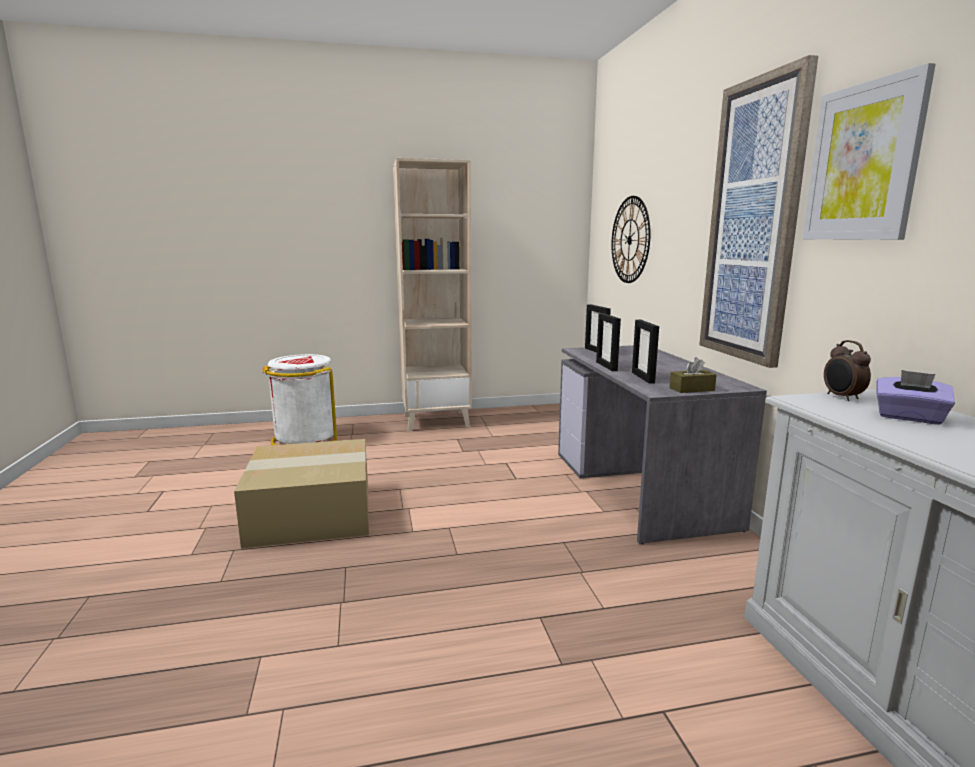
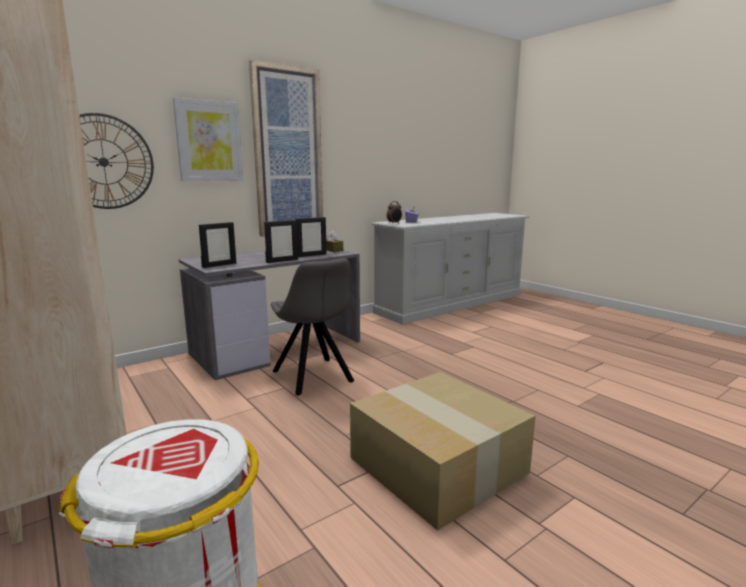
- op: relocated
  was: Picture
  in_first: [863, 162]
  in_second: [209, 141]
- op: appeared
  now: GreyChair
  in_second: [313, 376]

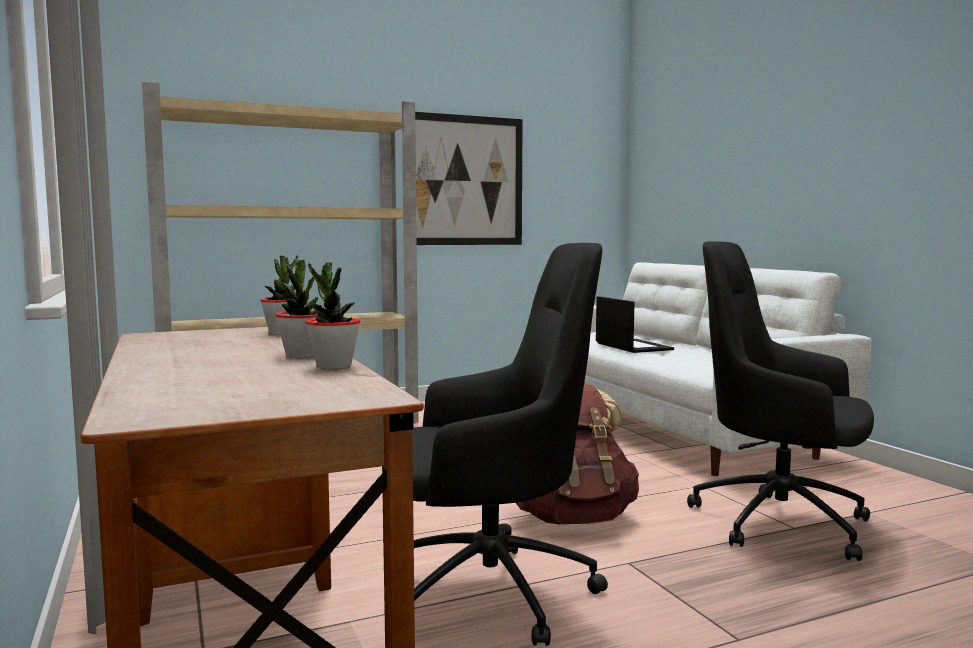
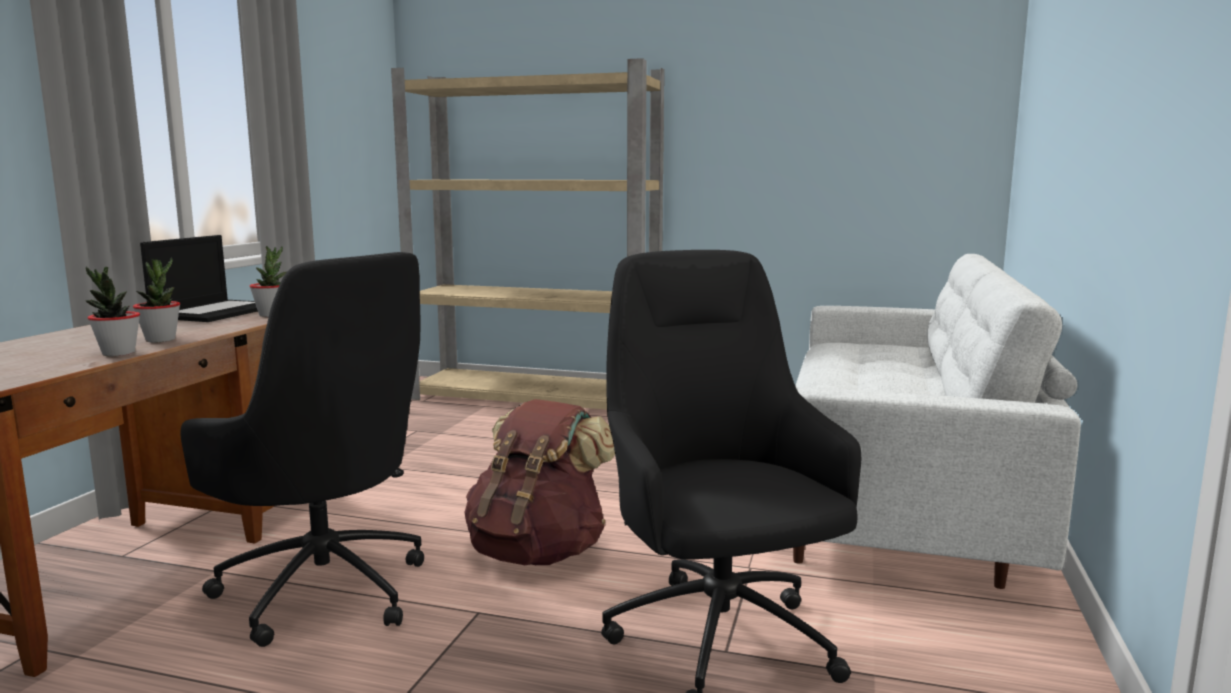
- op: relocated
  was: Laptop
  in_first: [632, 346]
  in_second: [217, 311]
- op: missing
  was: Picture
  in_first: [464, 180]

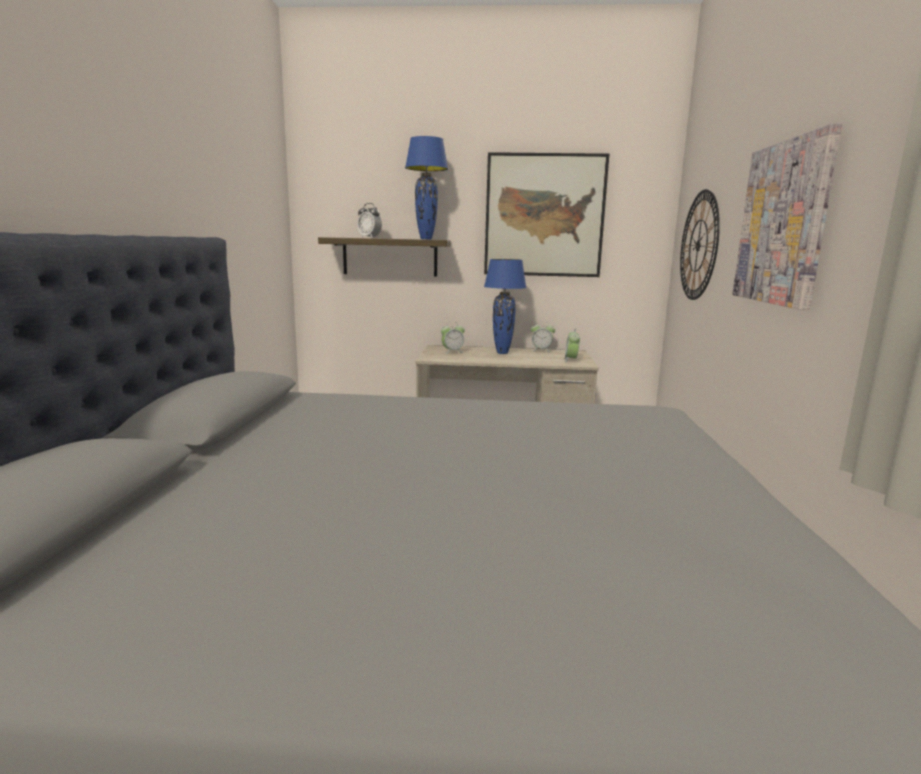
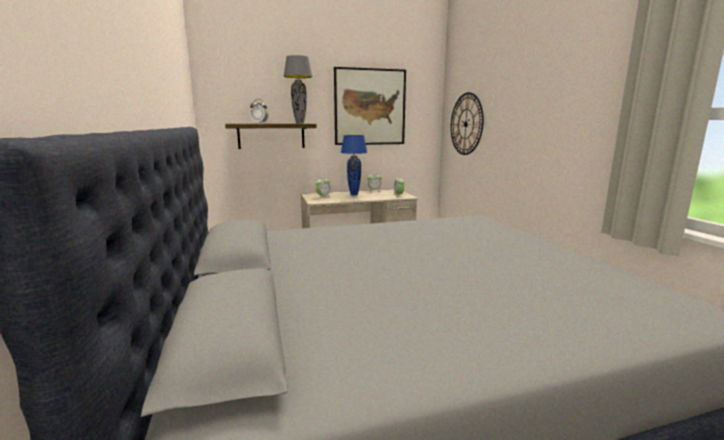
- op: colour
  was: BlueTableLamp
  now: GreyTableLamp
  in_first: [426, 239]
  in_second: [299, 123]
- op: missing
  was: Picture
  in_first: [783, 223]

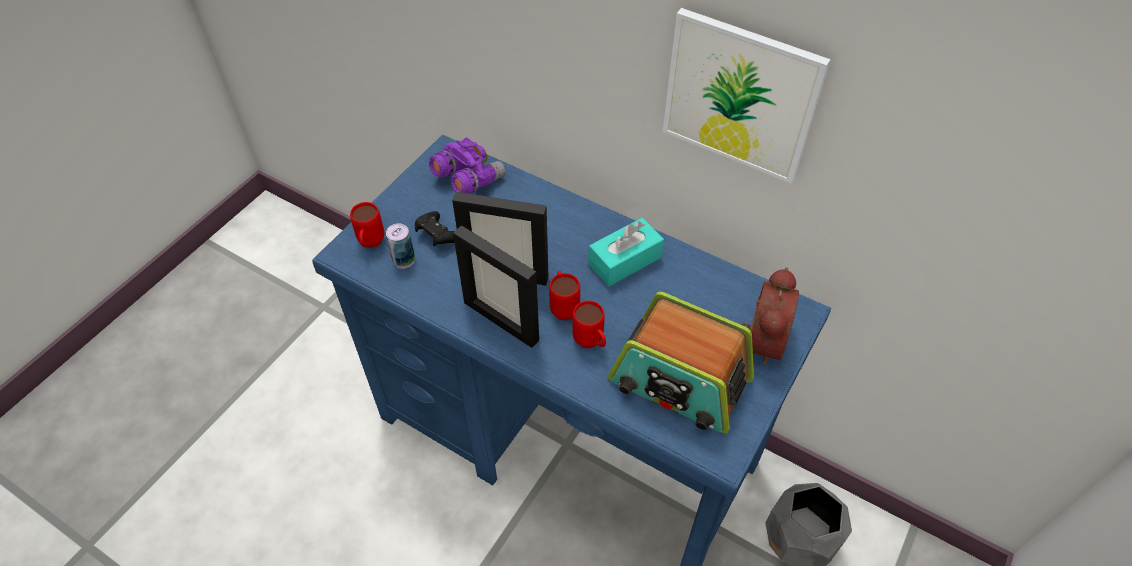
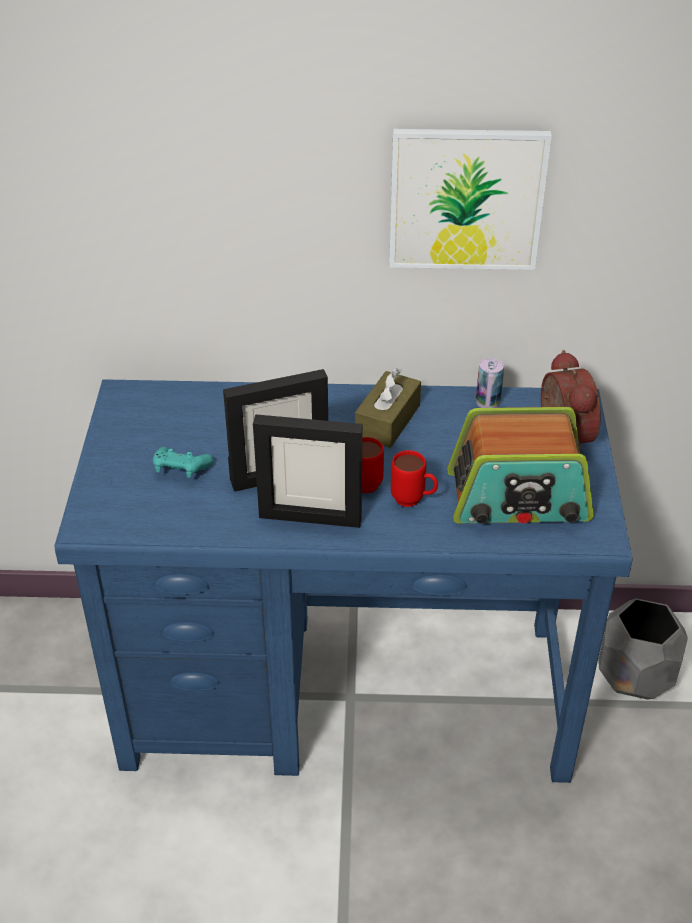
- op: colour
  was: BlackGameController
  now: TurquoiseGameController
  in_first: [439, 236]
  in_second: [181, 470]
- op: colour
  was: TurquoiseTissueBox
  now: BrownTissueBox
  in_first: [624, 261]
  in_second: [387, 421]
- op: relocated
  was: Can
  in_first: [404, 260]
  in_second: [487, 402]
- op: missing
  was: RedMug
  in_first: [370, 245]
- op: missing
  was: PurpleBinoculars
  in_first: [468, 179]

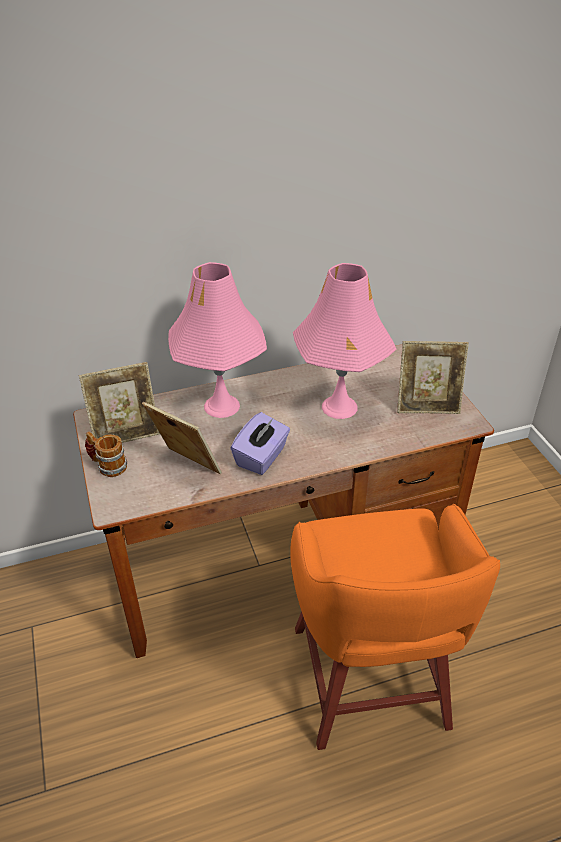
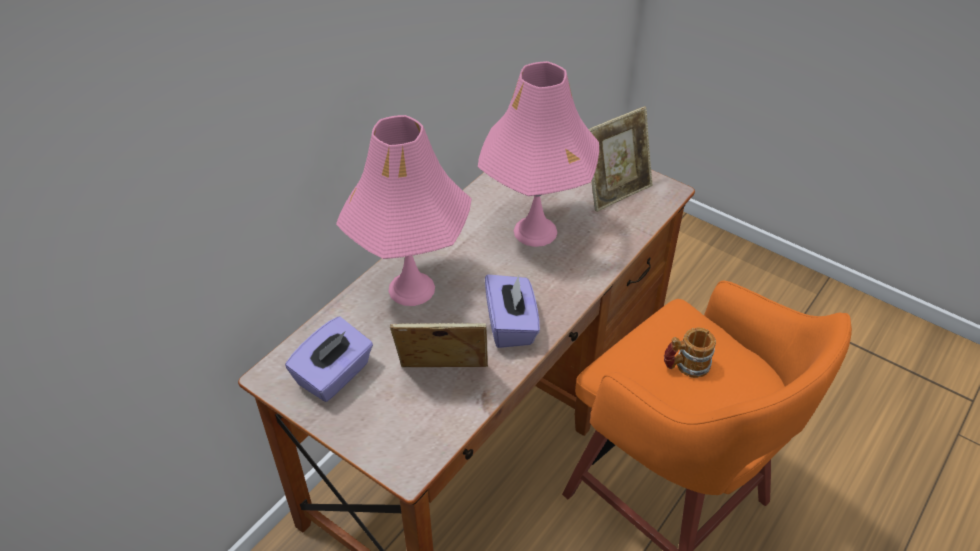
- op: exchanged
  was: PictureFrame
  now: PurpleTissueBox
  in_first: [126, 434]
  in_second: [334, 375]
- op: relocated
  was: Mug
  in_first: [107, 465]
  in_second: [685, 366]

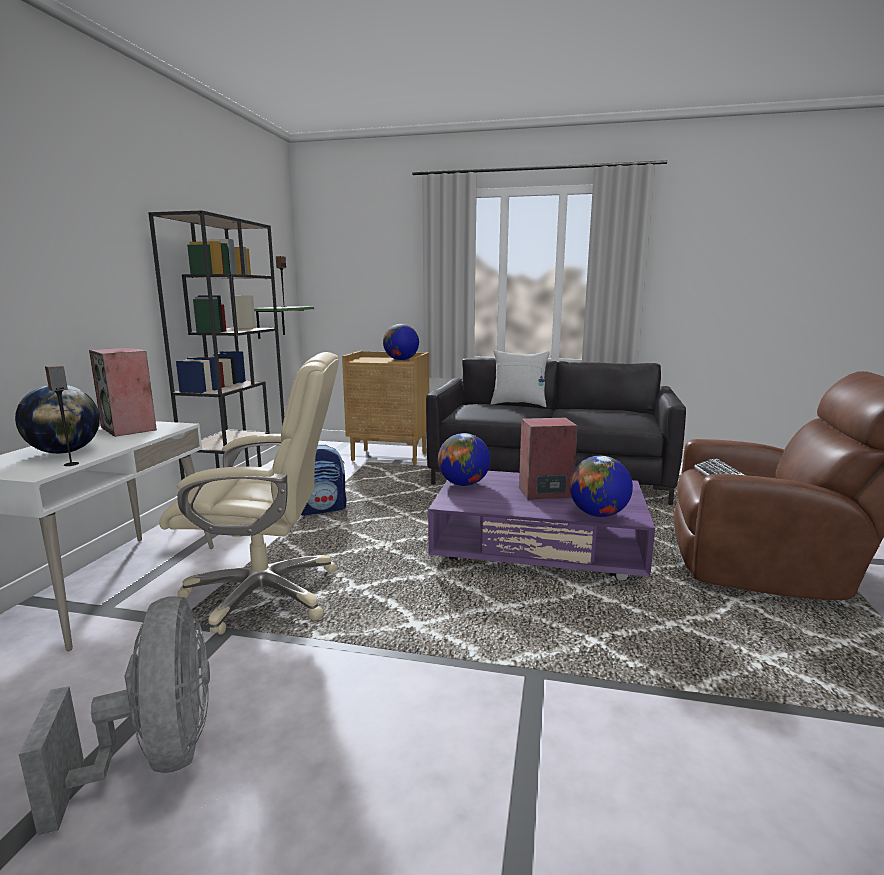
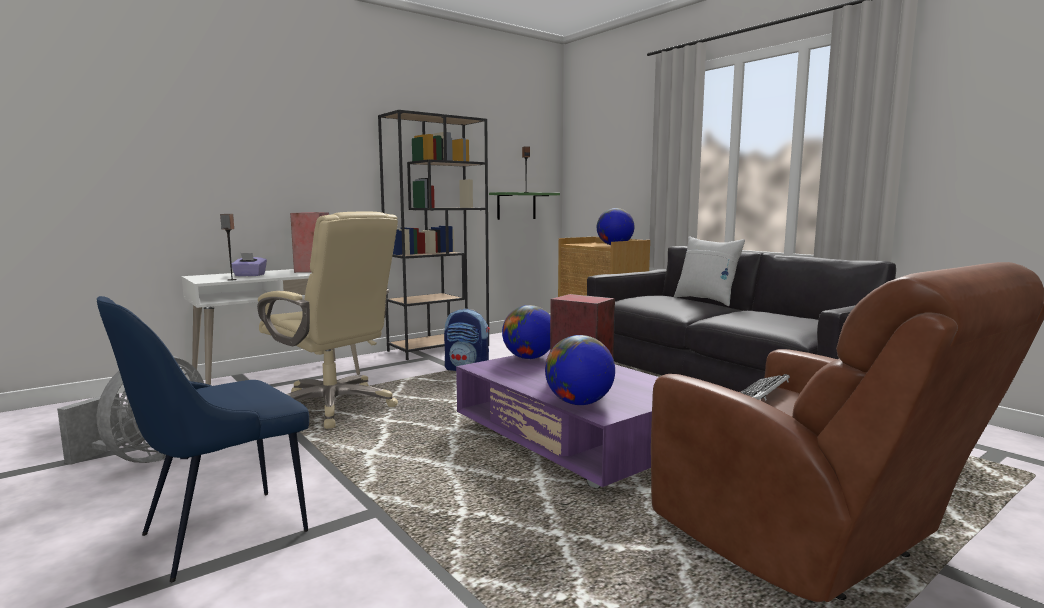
- op: appeared
  now: BlueChair
  in_second: [224, 533]
- op: exchanged
  was: Globe
  now: PurpleTissueBox
  in_first: [64, 452]
  in_second: [249, 275]

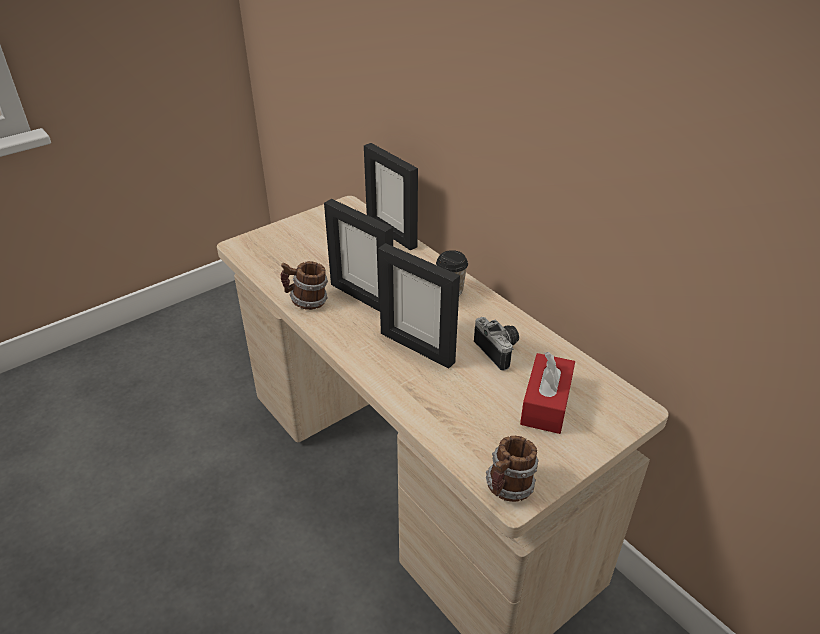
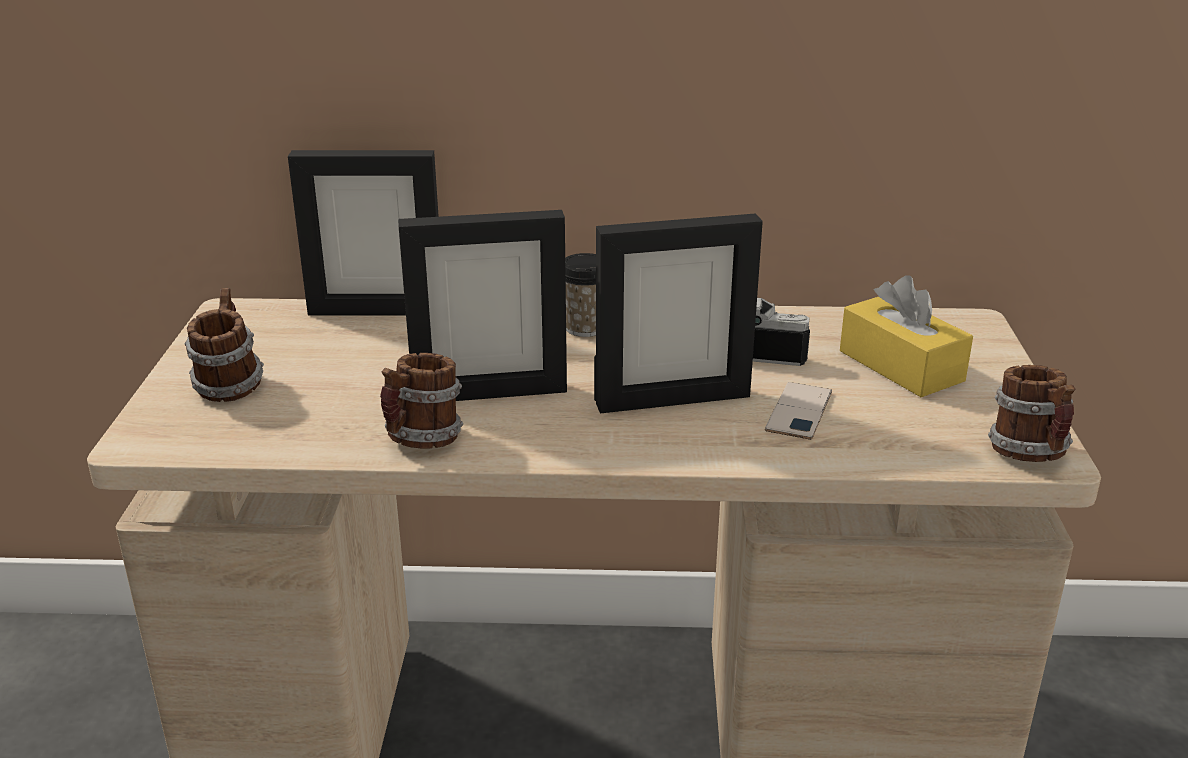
- op: appeared
  now: Mug
  in_second: [229, 385]
- op: appeared
  now: Phone
  in_second: [799, 411]
- op: colour
  was: RedTissueBox
  now: YellowTissueBox
  in_first: [546, 403]
  in_second: [901, 366]

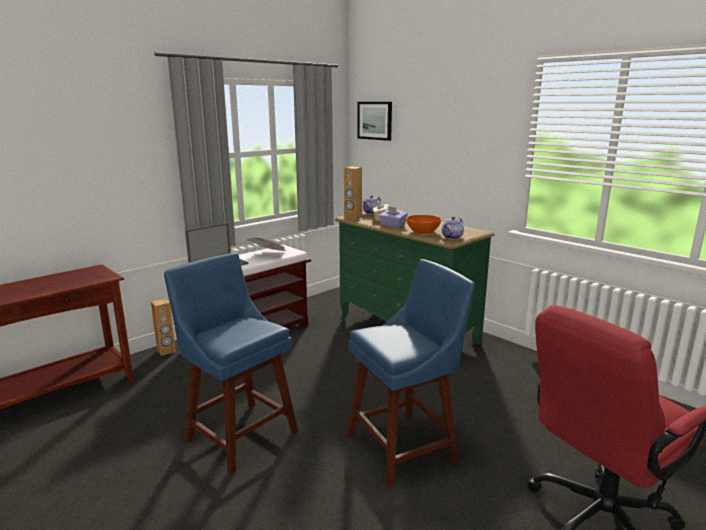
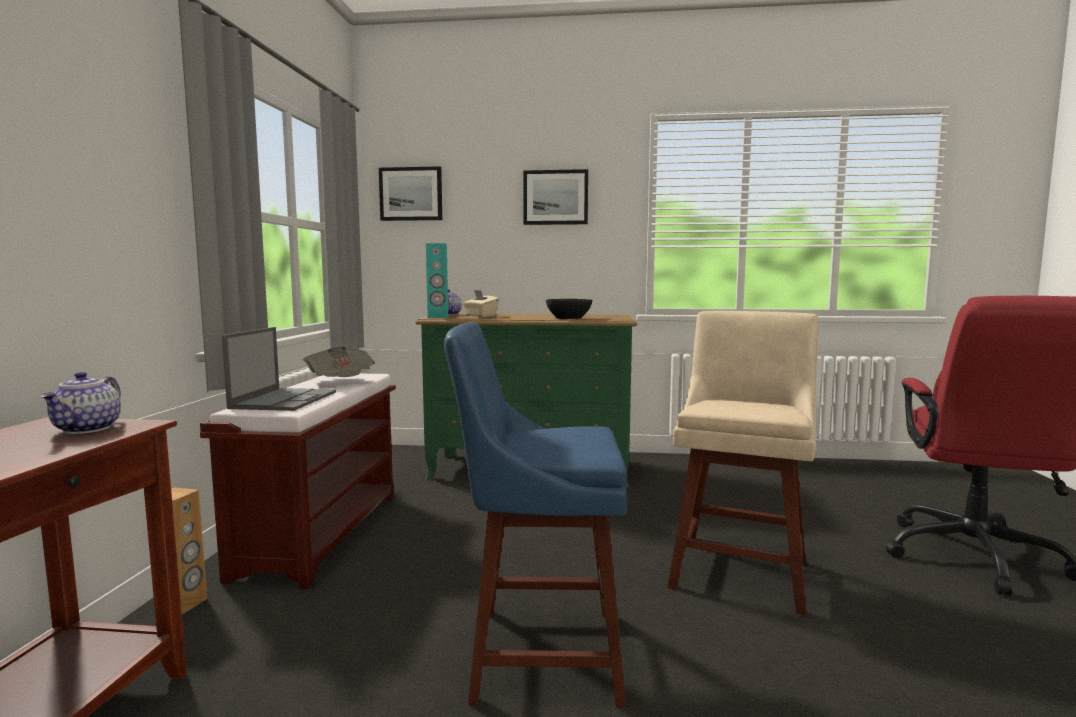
- op: relocated
  was: Teapot
  in_first: [452, 237]
  in_second: [88, 429]
- op: colour
  was: BrownSpeaker
  now: TurquoiseSpeaker
  in_first: [352, 216]
  in_second: [438, 317]
- op: appeared
  now: Picture
  in_second: [555, 197]
- op: colour
  was: OrangeBowl
  now: BlackBowl
  in_first: [423, 231]
  in_second: [569, 318]
- op: colour
  was: BlueChair
  now: BeigeChair
  in_first: [405, 445]
  in_second: [741, 570]
- op: missing
  was: PurpleTissueBox
  in_first: [392, 225]

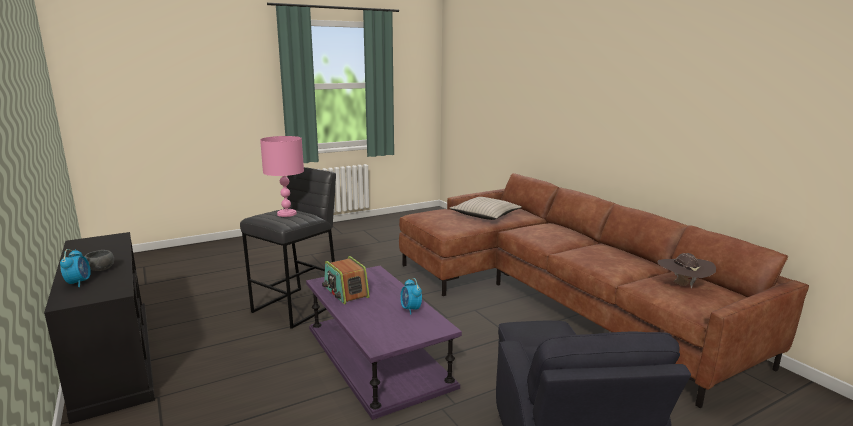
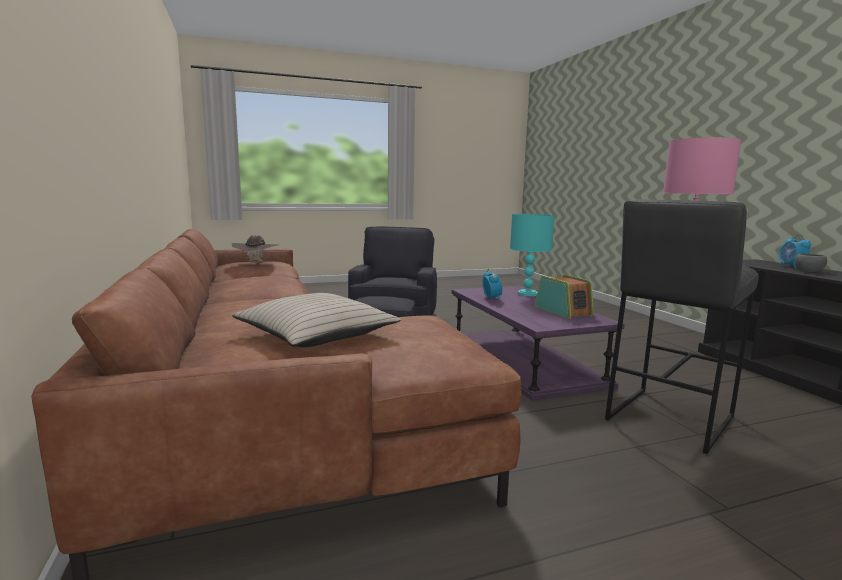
- op: appeared
  now: TurquoiseTableLamp
  in_second: [528, 294]

